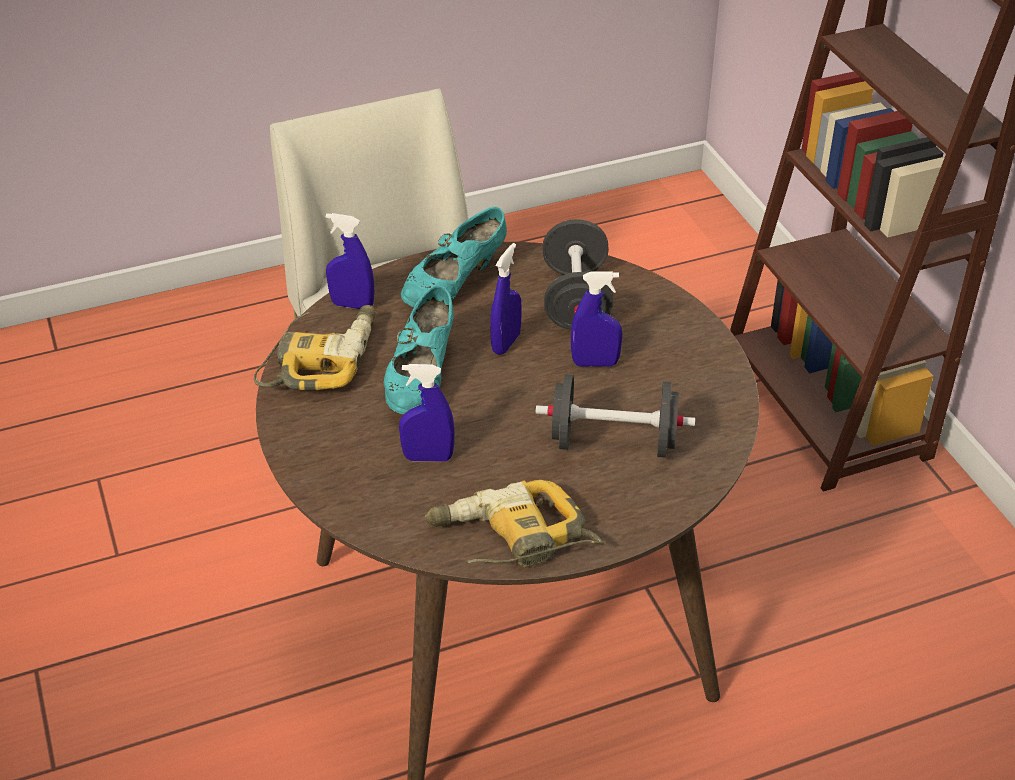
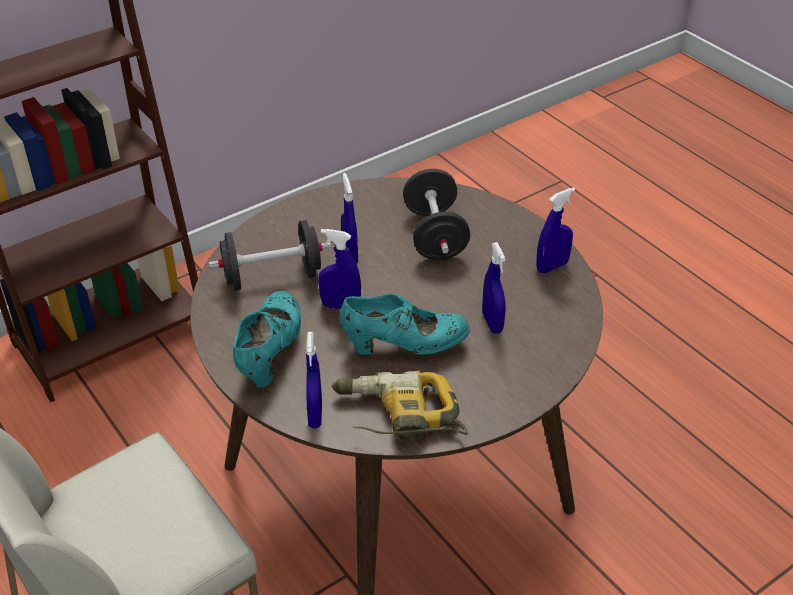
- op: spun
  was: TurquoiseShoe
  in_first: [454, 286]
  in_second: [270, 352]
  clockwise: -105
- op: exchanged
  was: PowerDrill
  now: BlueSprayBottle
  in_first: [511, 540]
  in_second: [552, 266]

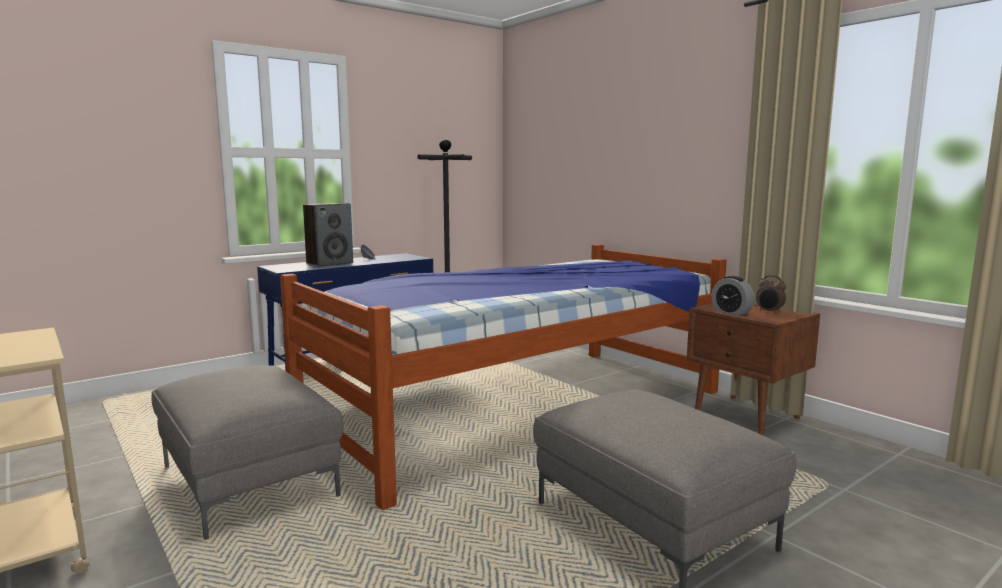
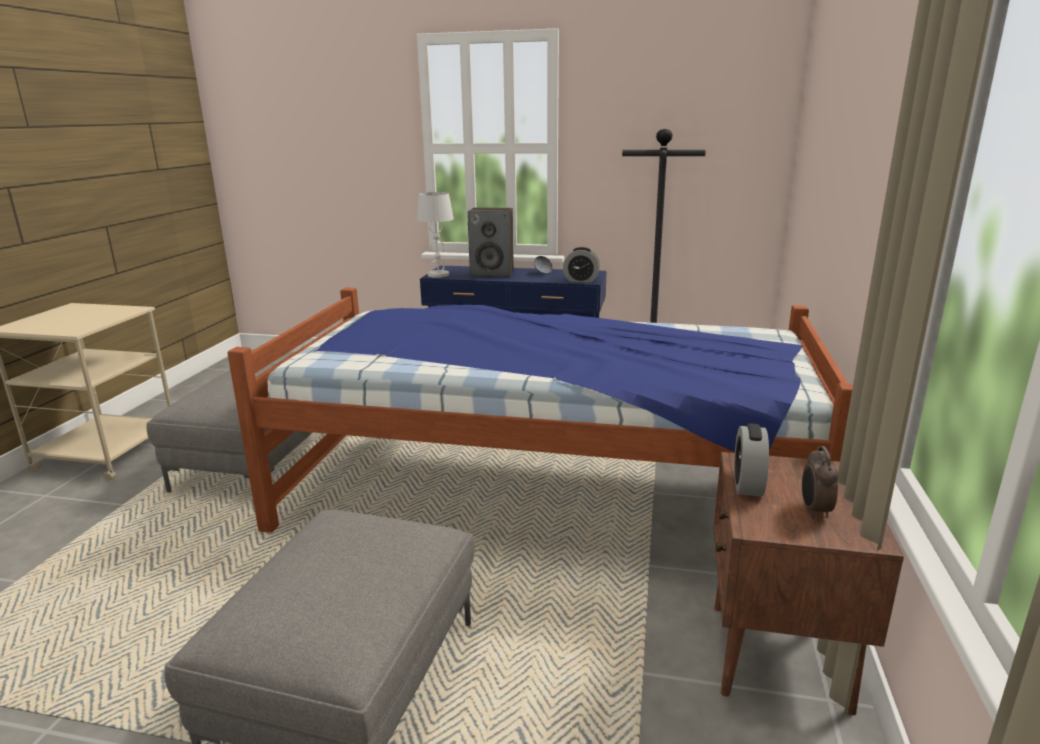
- op: appeared
  now: WhiteTableLamp
  in_second: [438, 275]
- op: appeared
  now: AlarmClock
  in_second: [581, 280]

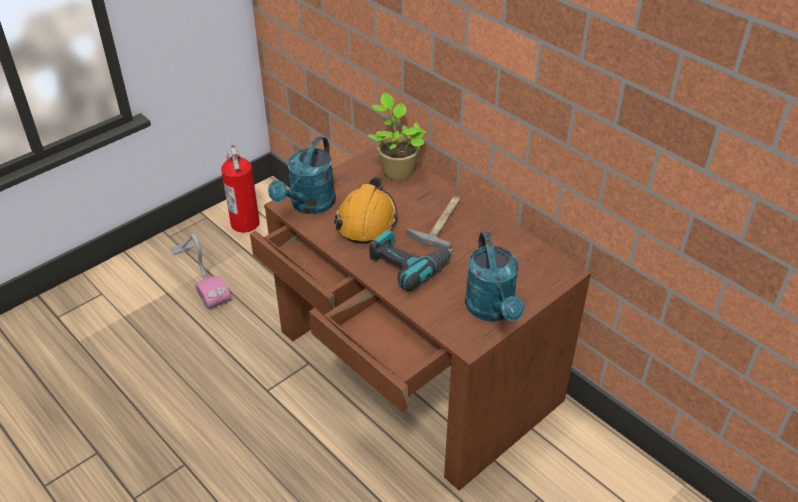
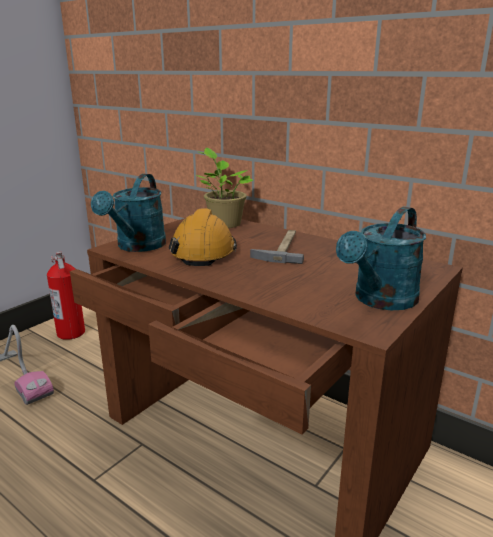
- op: spun
  was: TurquoiseWateringCan
  in_first: [493, 310]
  in_second: [380, 301]
  clockwise: 60
- op: missing
  was: PowerDrill
  in_first: [409, 264]

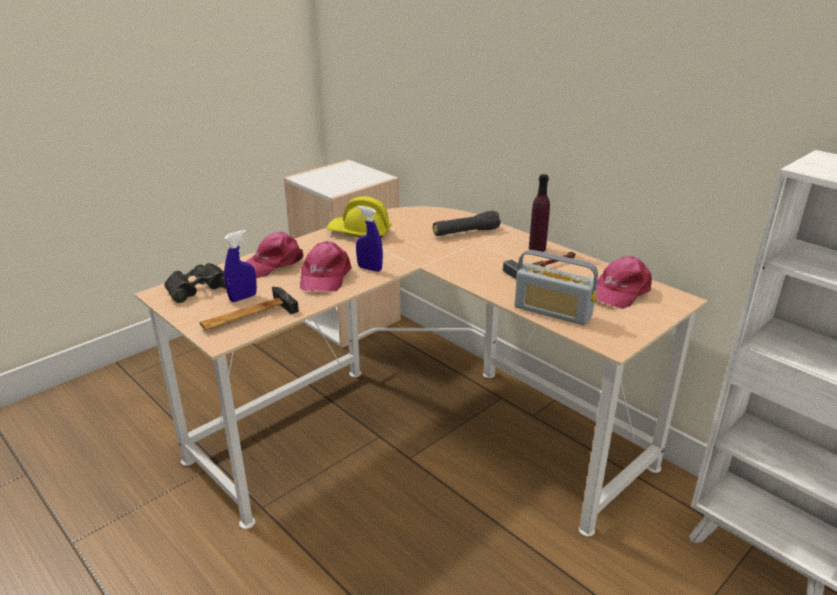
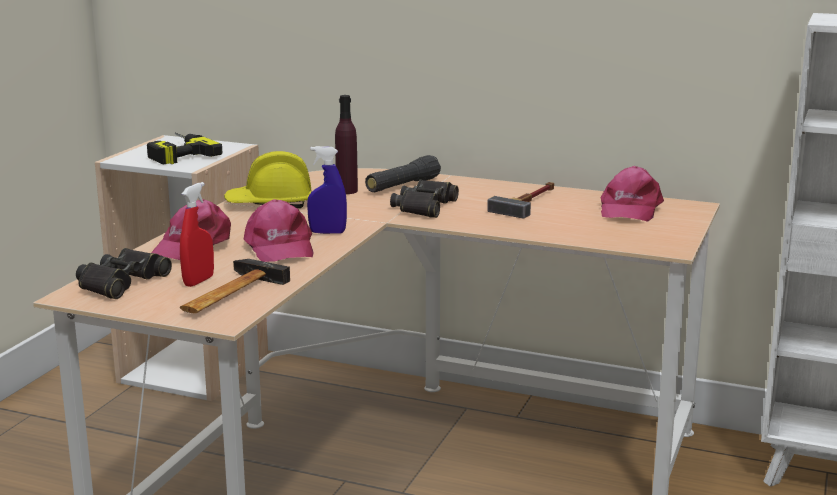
- op: appeared
  now: PowerDrill
  in_second: [175, 153]
- op: colour
  was: BlueSprayBottle
  now: RedSprayBottle
  in_first: [243, 298]
  in_second: [198, 281]
- op: relocated
  was: PurpleBottle
  in_first: [537, 248]
  in_second: [347, 191]
- op: appeared
  now: BlackBinoculars
  in_second: [425, 207]
- op: missing
  was: Radio
  in_first: [553, 311]

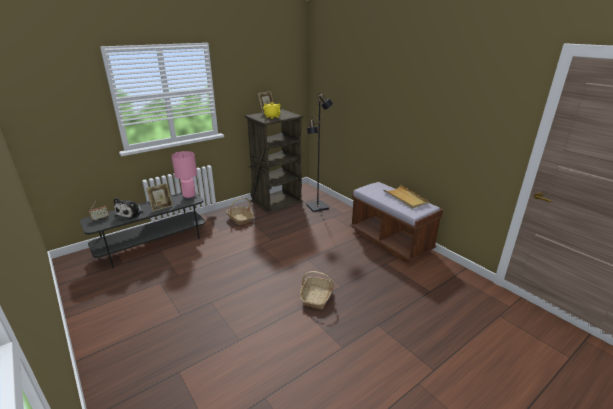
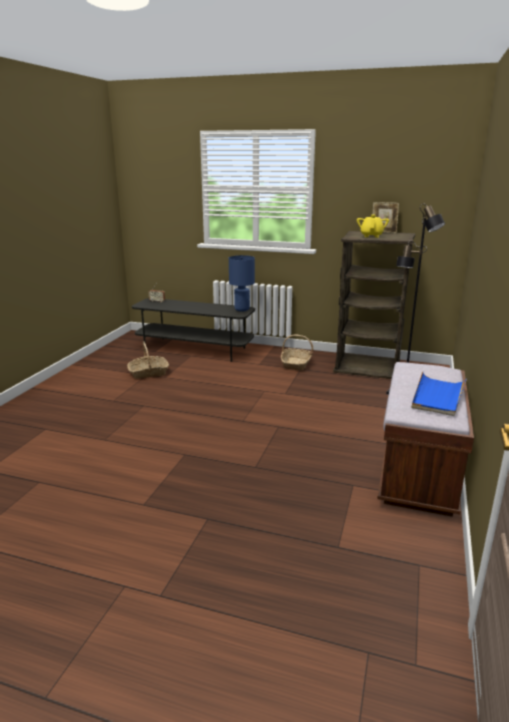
- op: relocated
  was: Basket
  in_first: [316, 297]
  in_second: [148, 373]
- op: colour
  was: PinkTableLamp
  now: BlueTableLamp
  in_first: [189, 196]
  in_second: [241, 310]
- op: colour
  was: BeigeTray
  now: BlueTray
  in_first: [405, 198]
  in_second: [438, 396]
- op: missing
  was: PlushToy
  in_first: [130, 214]
- op: missing
  was: PictureFrame
  in_first: [161, 207]

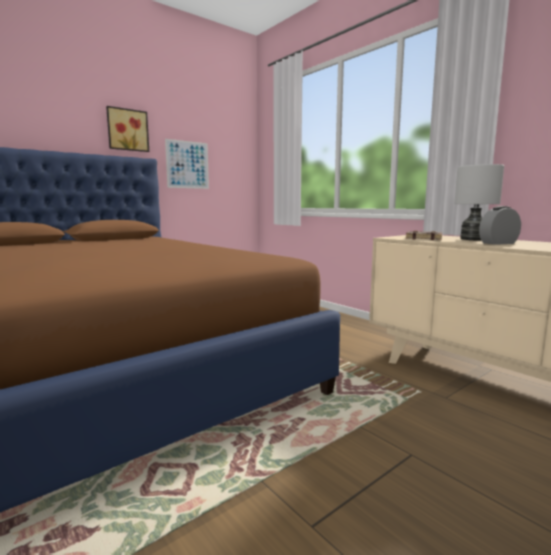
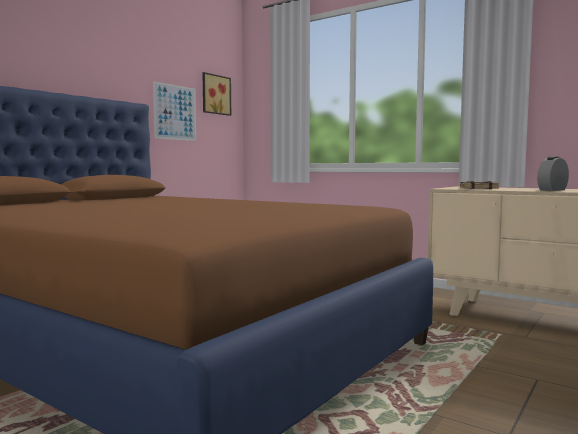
- op: relocated
  was: Picture
  in_first: [127, 130]
  in_second: [215, 94]
- op: missing
  was: GreyTableLamp
  in_first: [473, 239]

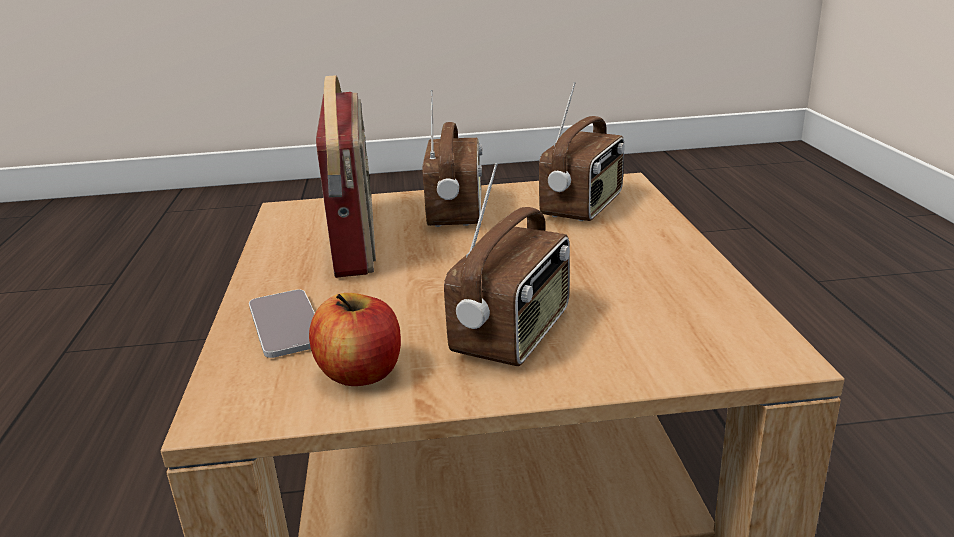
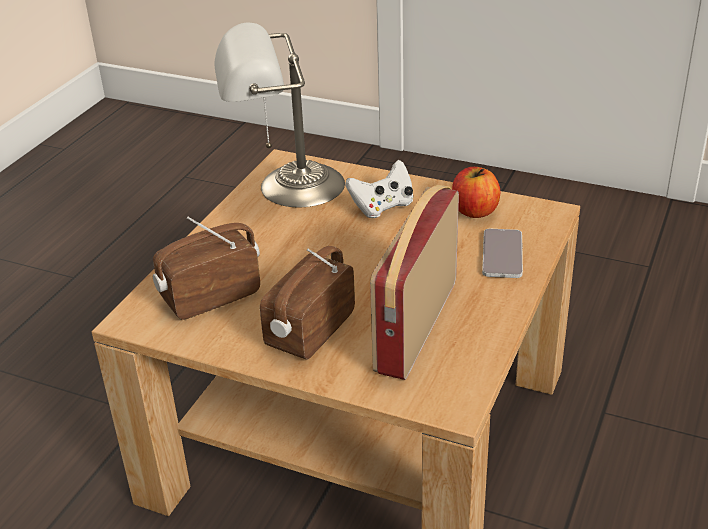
- op: appeared
  now: WhiteTableLamp
  in_second: [284, 188]
- op: exchanged
  was: Radio
  now: WhiteGameController
  in_first: [514, 335]
  in_second: [382, 207]

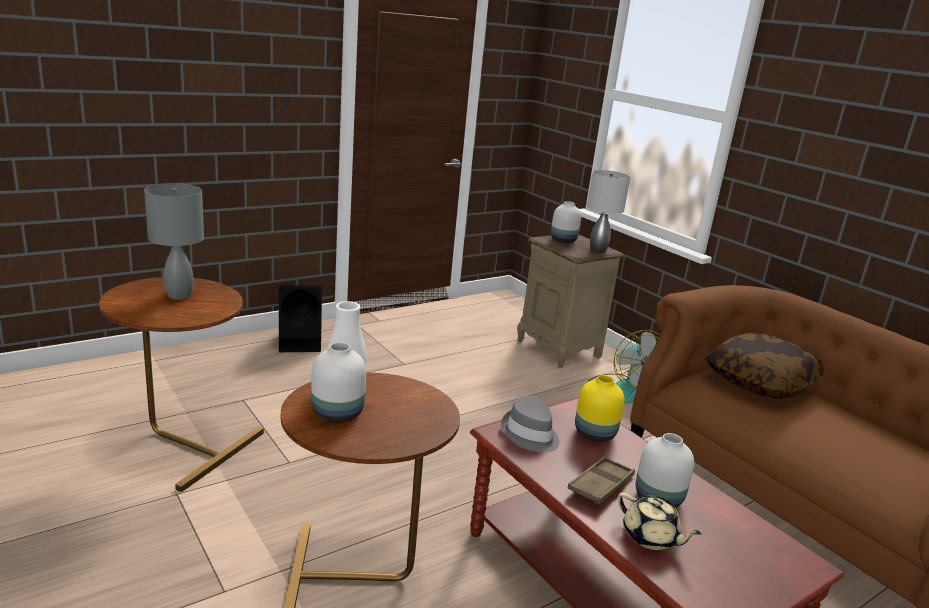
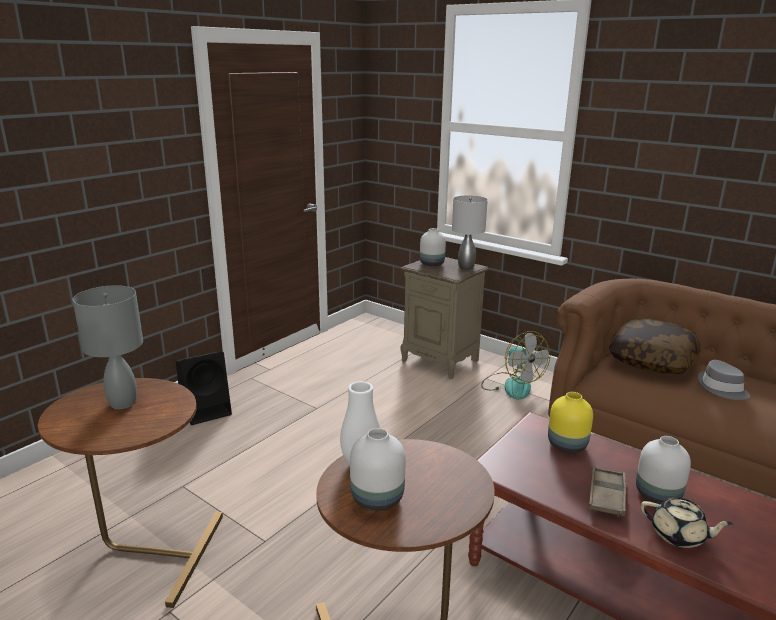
- op: relocated
  was: GreyHat
  in_first: [530, 434]
  in_second: [721, 389]

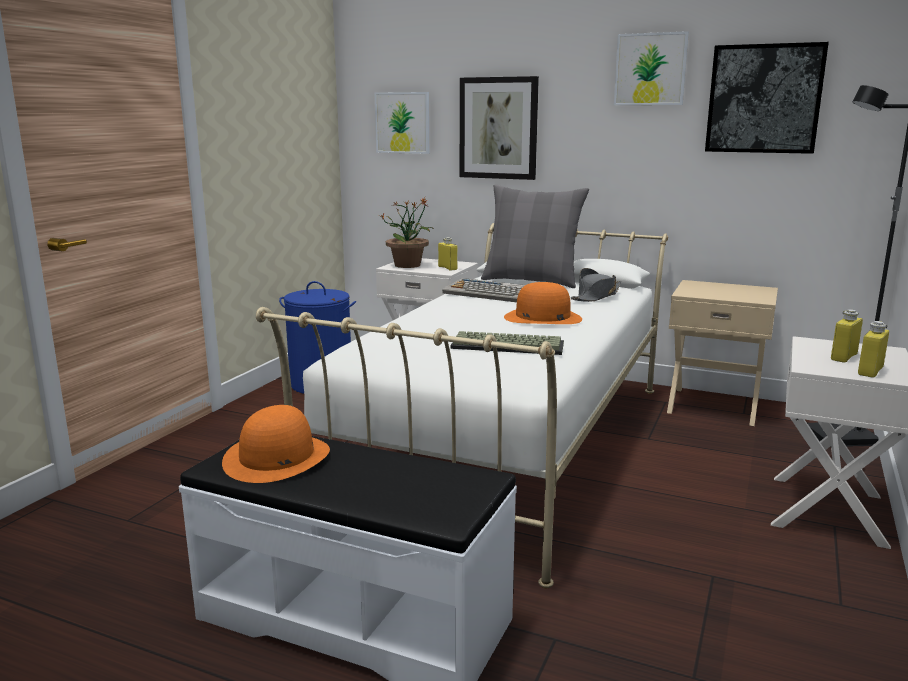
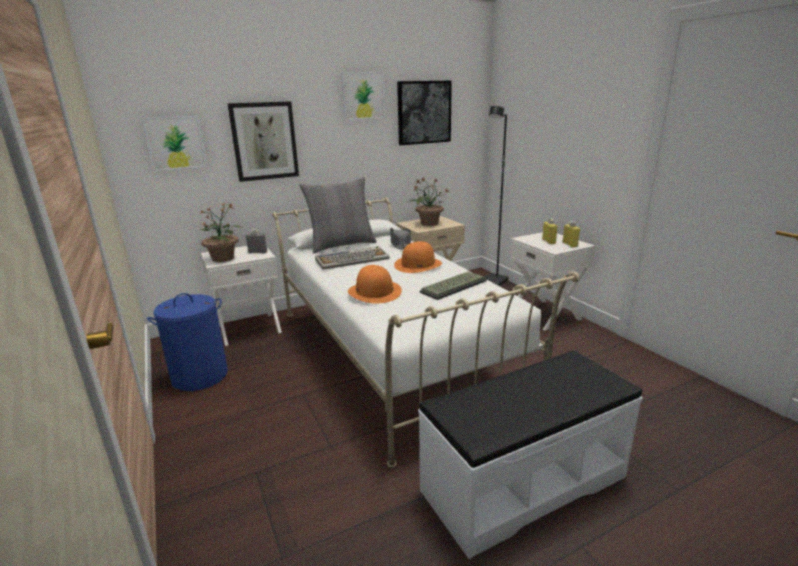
- op: colour
  was: YellowBottle
  now: GreyBottle
  in_first: [447, 268]
  in_second: [257, 252]
- op: relocated
  was: OrangeHat
  in_first: [277, 458]
  in_second: [374, 292]
- op: appeared
  now: PottedPlant
  in_second: [428, 223]

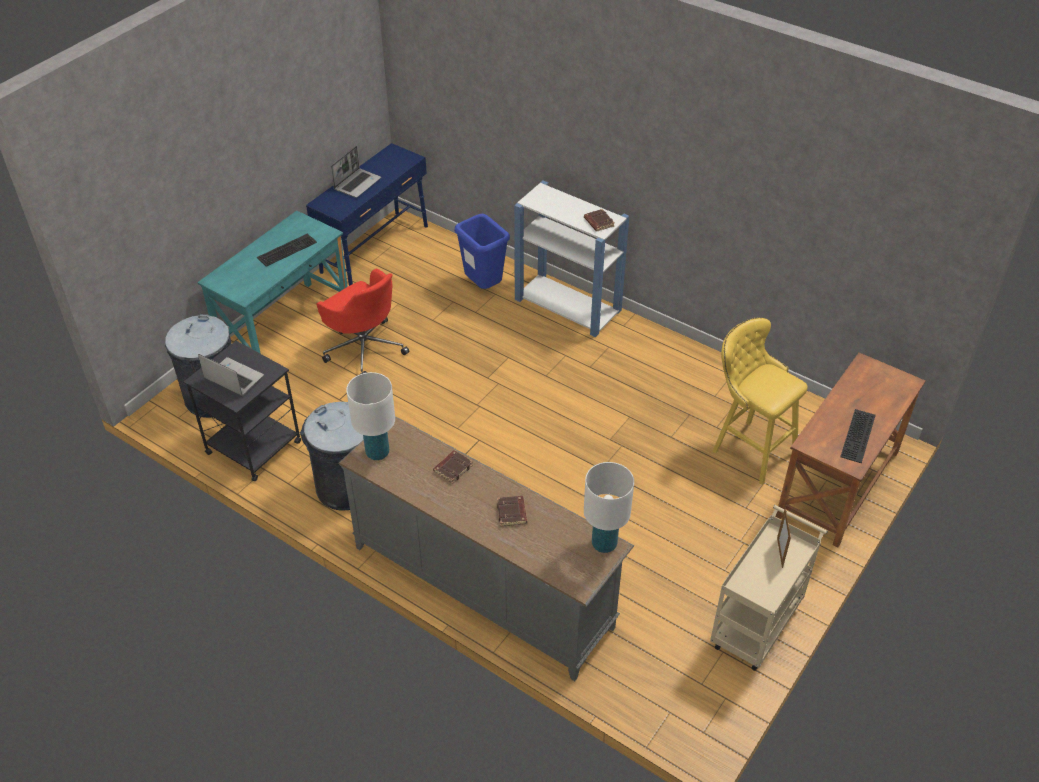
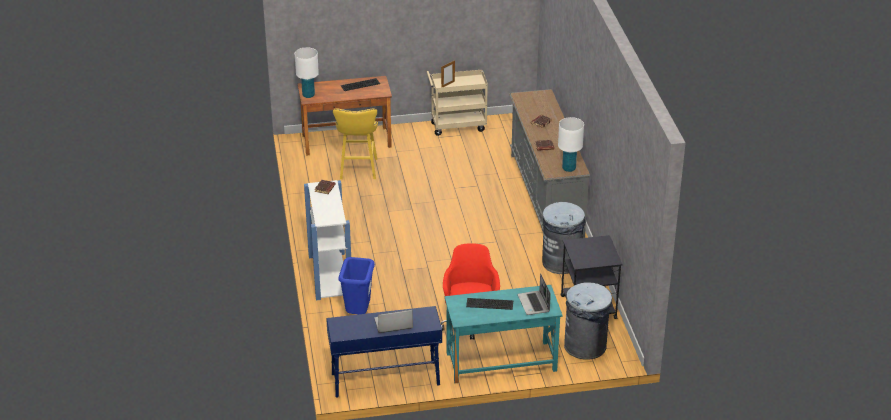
- op: relocated
  was: WhiteTableLamp
  in_first: [604, 544]
  in_second: [308, 95]
- op: relocated
  was: Laptop
  in_first: [233, 378]
  in_second: [534, 304]

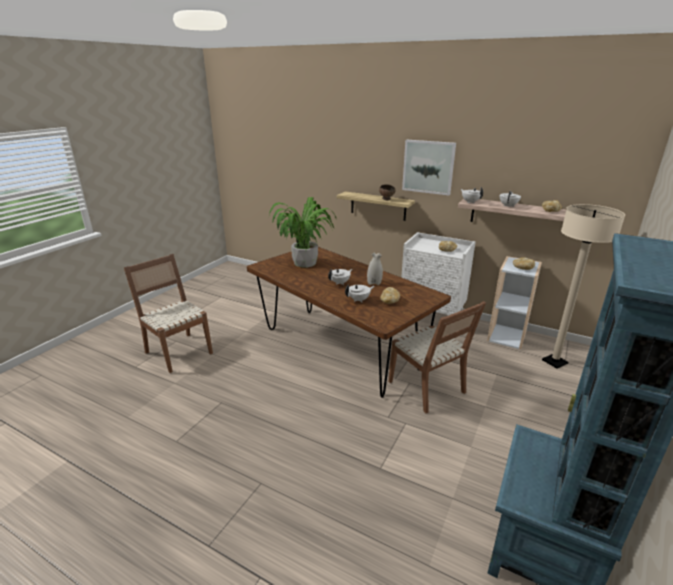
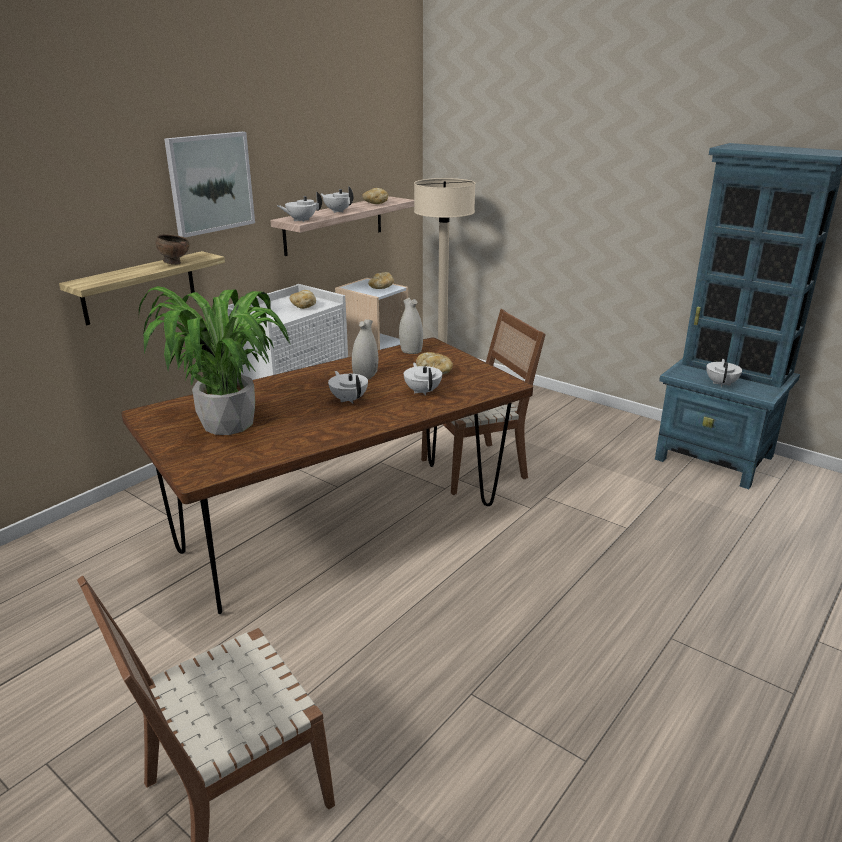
- op: appeared
  now: WhiteVase
  in_second: [411, 350]
- op: appeared
  now: WhiteTeapot
  in_second: [721, 384]

